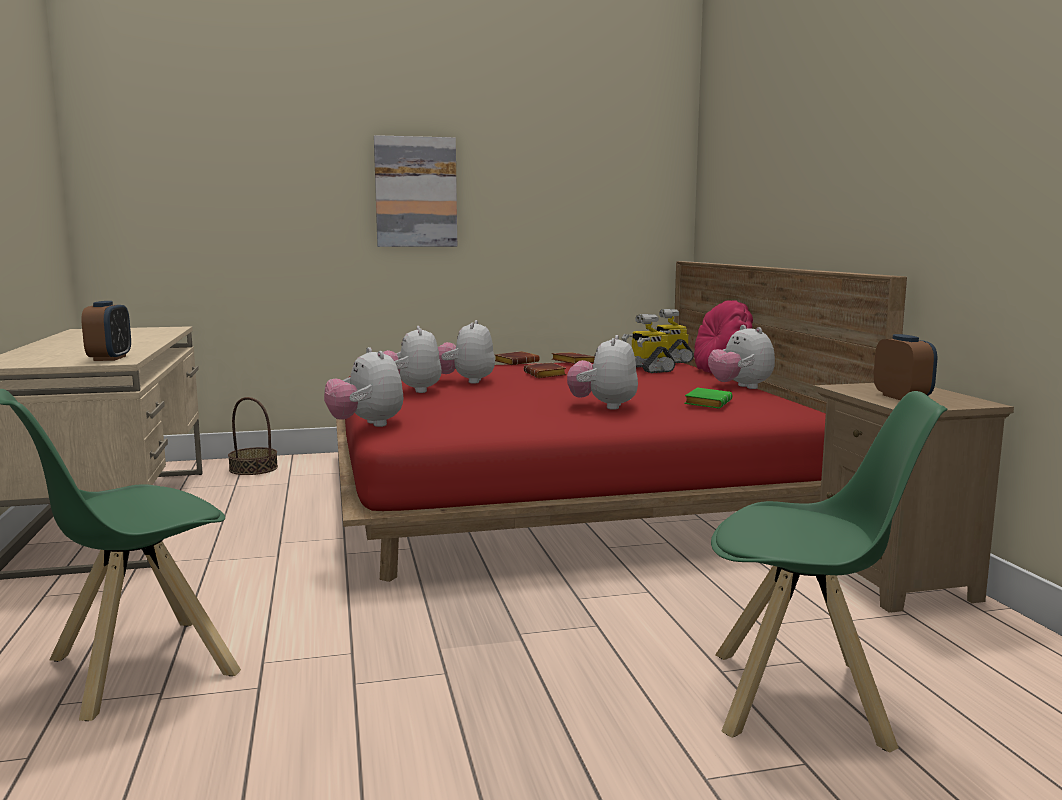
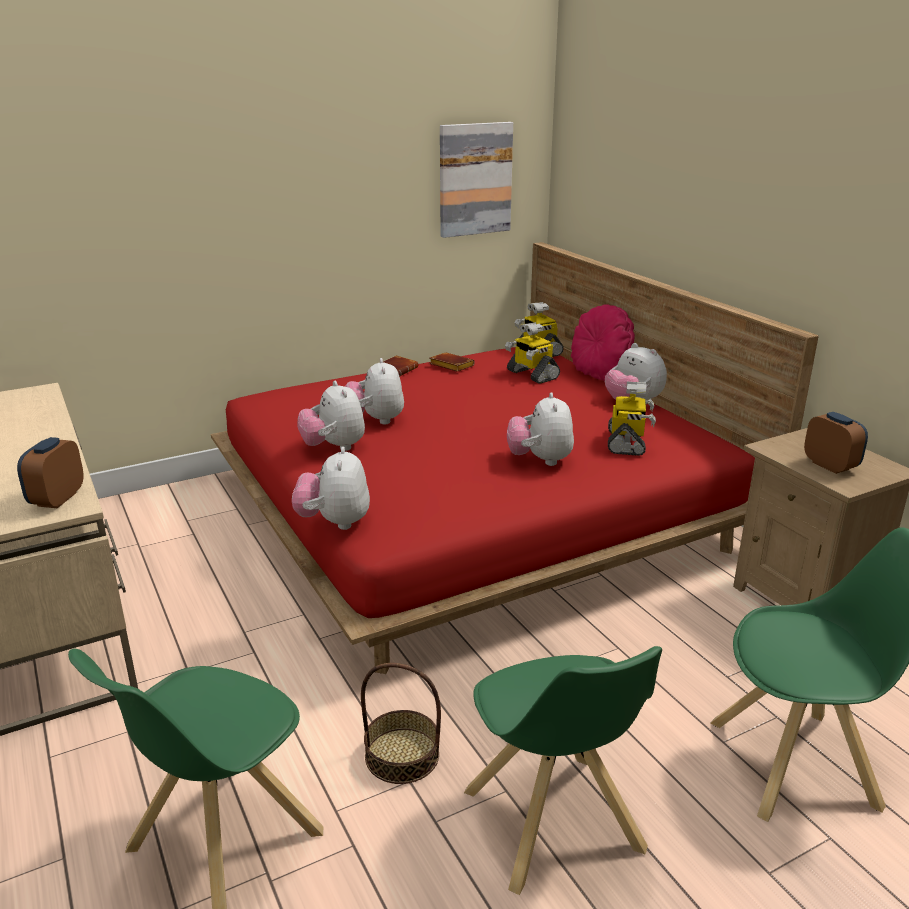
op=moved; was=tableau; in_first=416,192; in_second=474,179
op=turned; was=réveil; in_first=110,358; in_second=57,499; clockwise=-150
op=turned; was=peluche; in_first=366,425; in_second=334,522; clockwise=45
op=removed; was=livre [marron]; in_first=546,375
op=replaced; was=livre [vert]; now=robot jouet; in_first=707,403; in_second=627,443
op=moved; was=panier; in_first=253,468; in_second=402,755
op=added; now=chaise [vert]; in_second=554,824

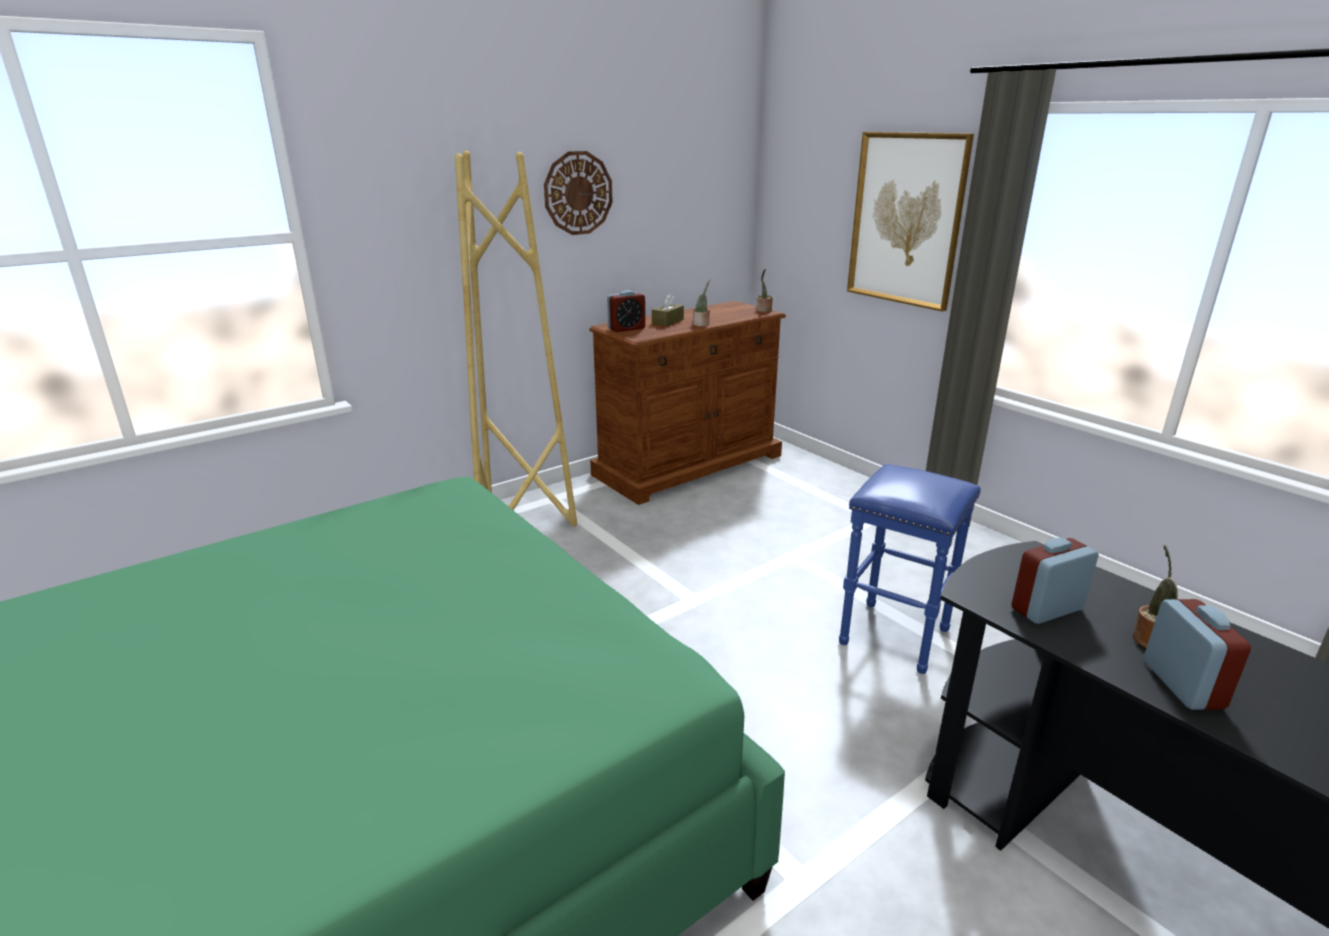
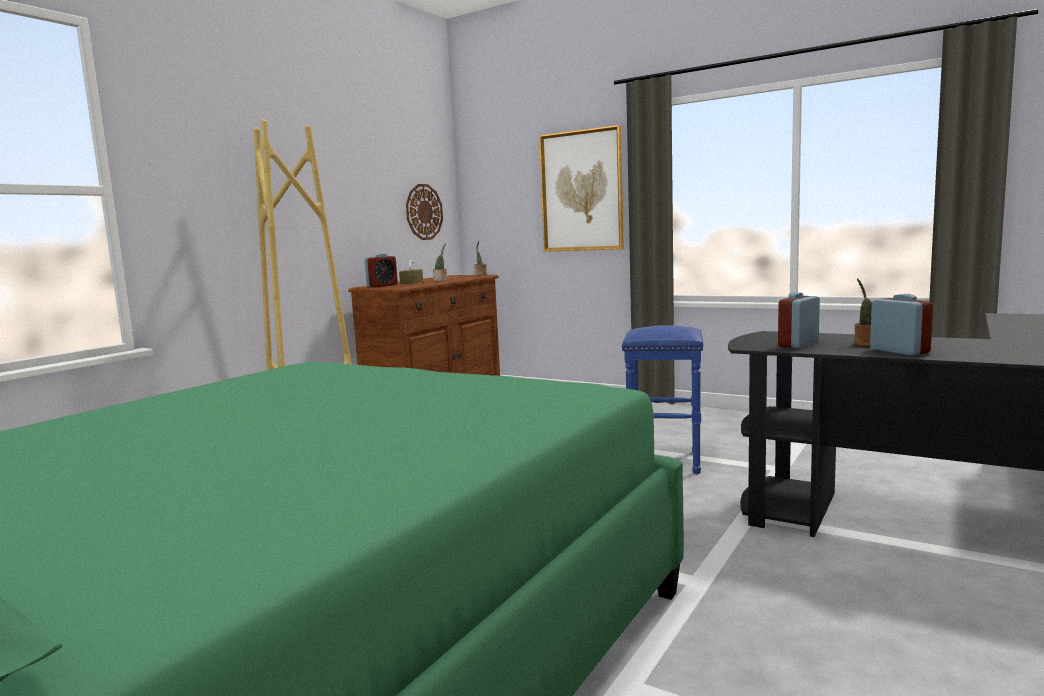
op=moved; was=horloge murale; in_first=578,193; in_second=424,212

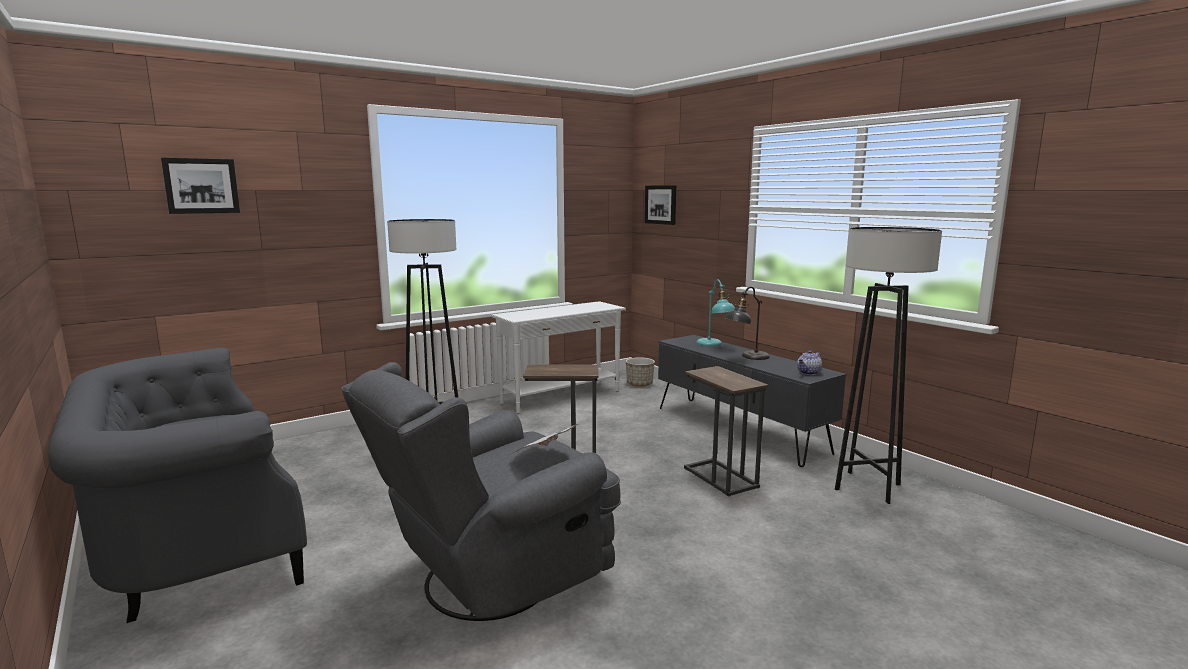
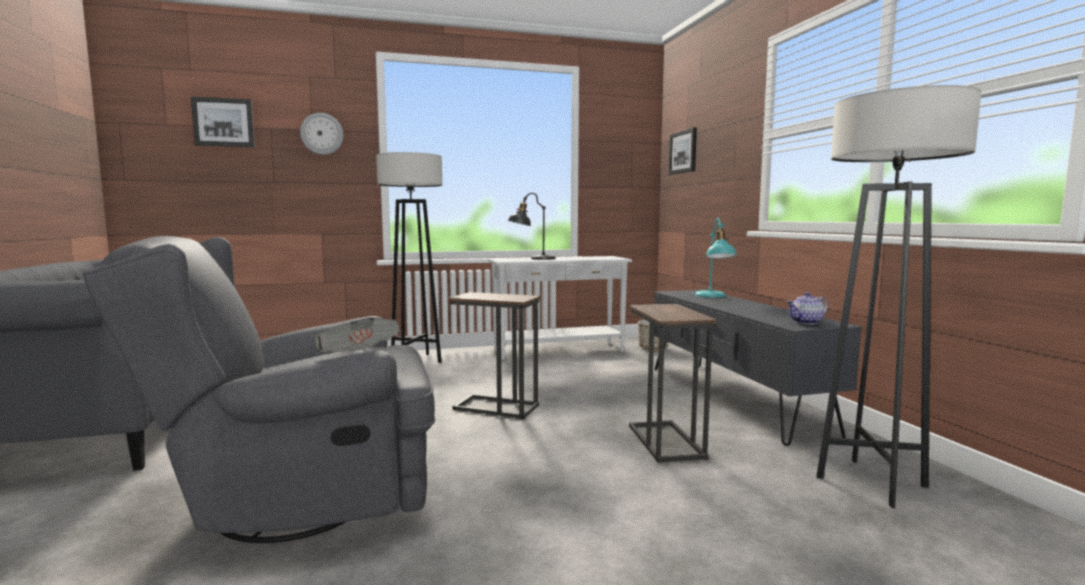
op=moved; was=lampe de table [gris]; in_first=747,358; in_second=532,259
op=added; now=horloge murale; in_second=322,134

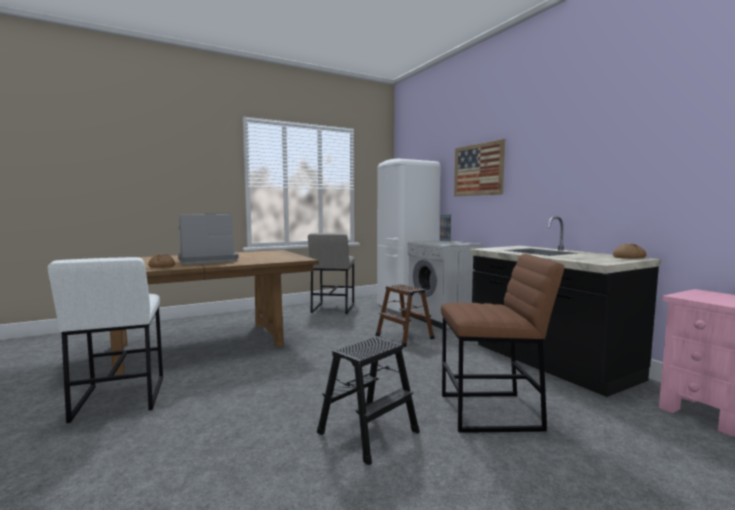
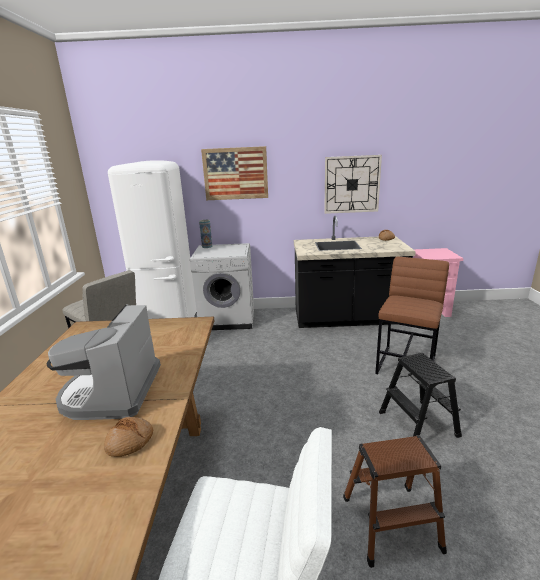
op=moved; was=escabeau [marron]; in_first=404,337; in_second=390,522
op=added; now=horloge murale; in_second=352,184

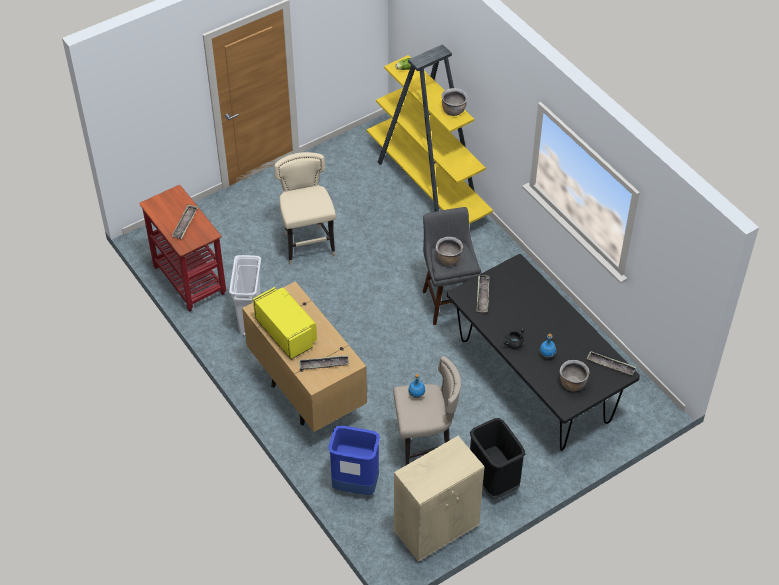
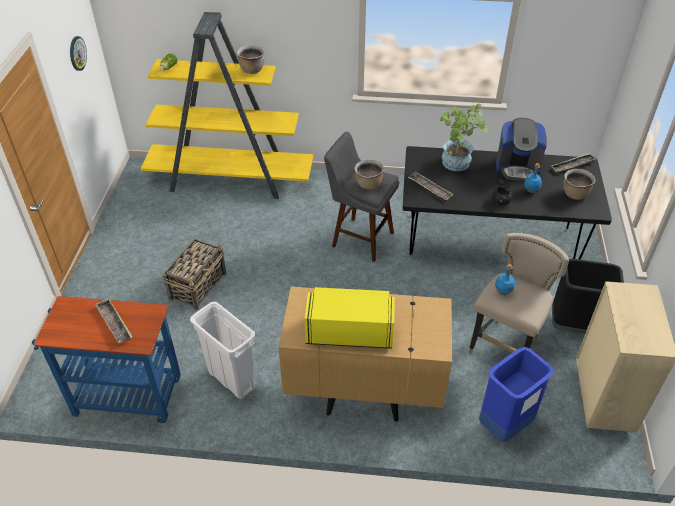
op=replaced; was=tabouret [beige]; now=panier; in_first=308,246; in_second=198,285
op=recoloured; was=chariot [rouge]; now=chariot [bleu]; in_first=188,280; in_second=126,397
op=removed; was=plateau; in_first=324,364
op=added; now=horloge murale; in_second=77,53
op=added; now=plante en pot; in_second=456,165
op=added; now=machine à café; in_second=517,167

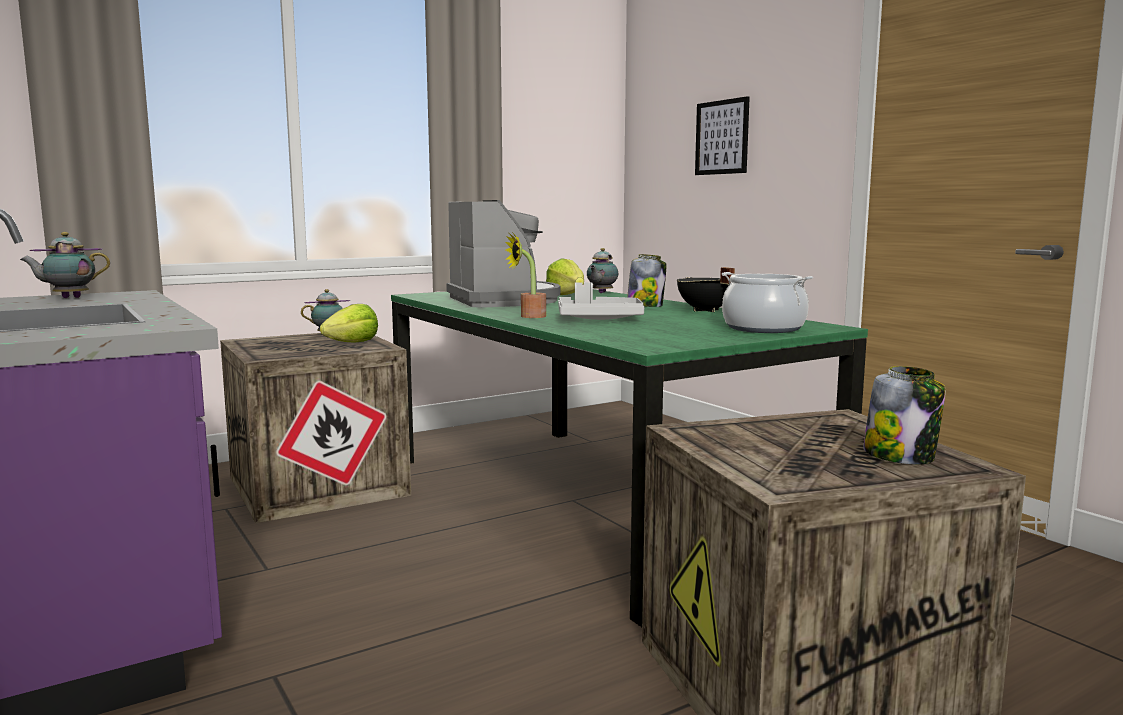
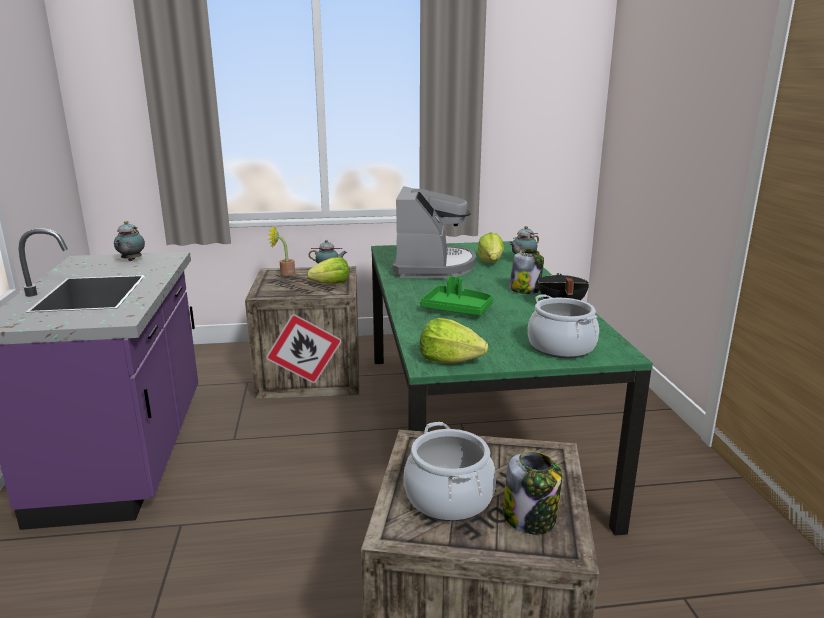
op=removed; was=tableau; in_first=722,137
op=turned; was=théière; in_first=68,298; in_second=131,260; clockwise=-90
op=moved; was=plante en pot; in_first=528,316; in_second=284,273
op=recoloured; was=plateau [gris]; now=plateau [vert]; in_first=598,319; in_second=457,309
op=added; now=laitue; in_second=449,360
op=added; now=marmite; in_second=449,498

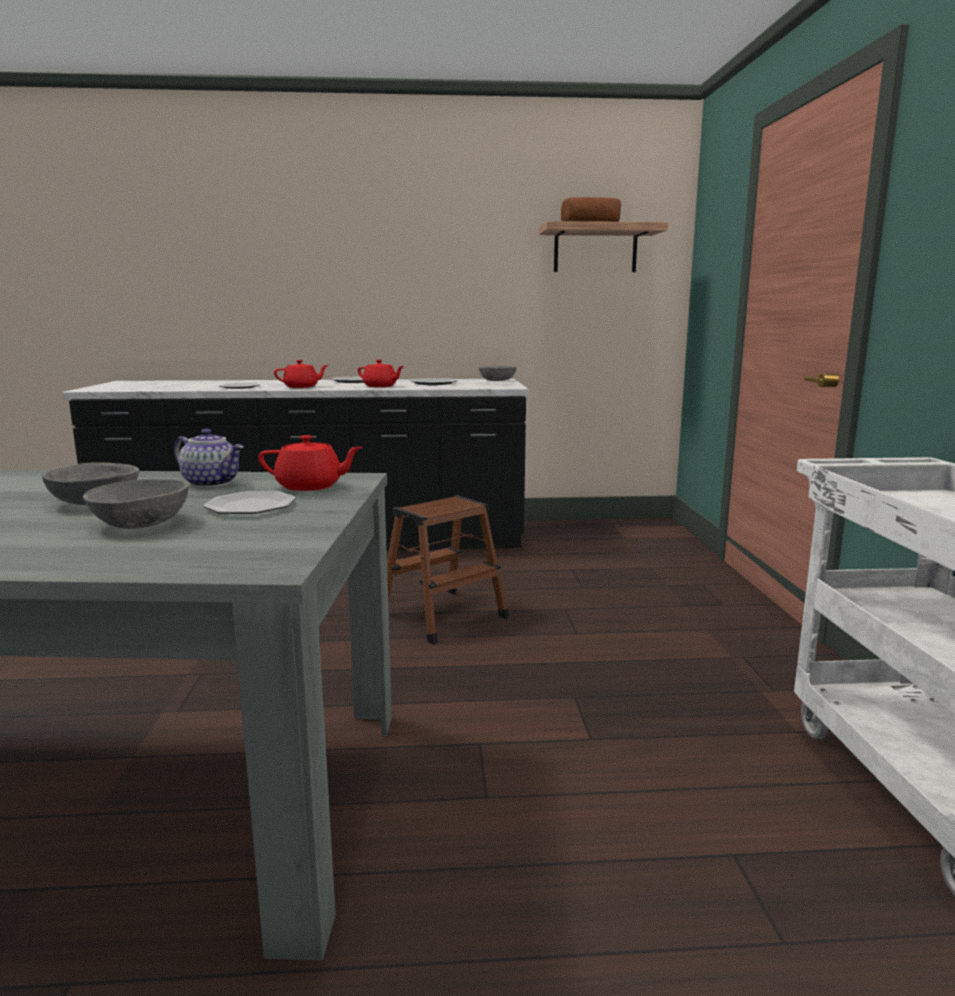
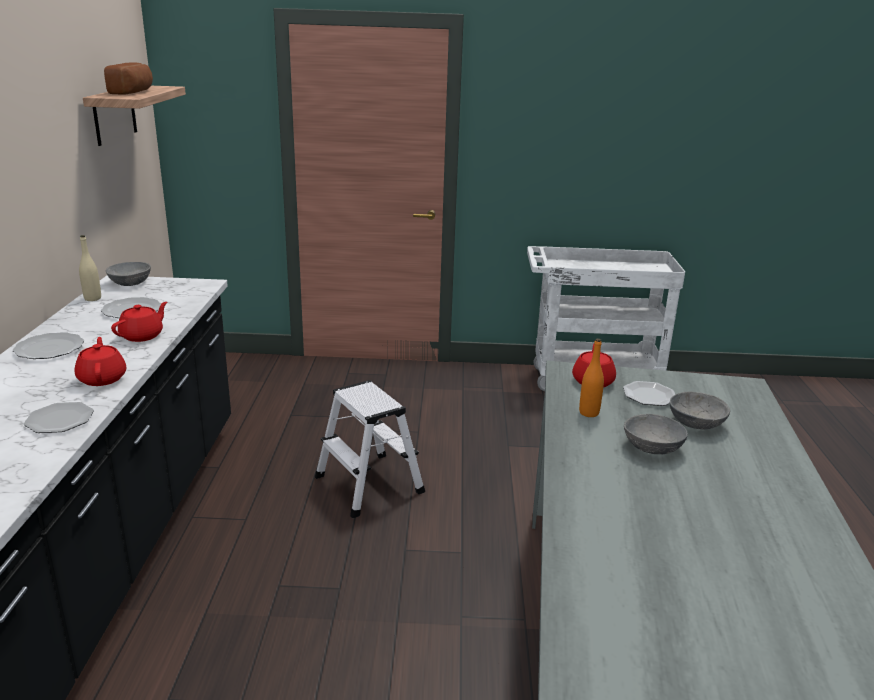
op=replaced; was=théière; now=bouteille [orange]; in_first=212,483; in_second=589,413
op=recoloured; was=escabeau [marron]; now=escabeau [blanc]; in_first=442,615; in_second=369,484
op=added; now=bouteille [beige]; in_second=92,298

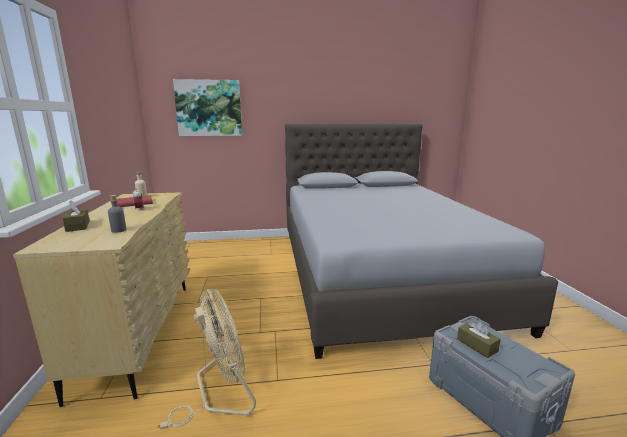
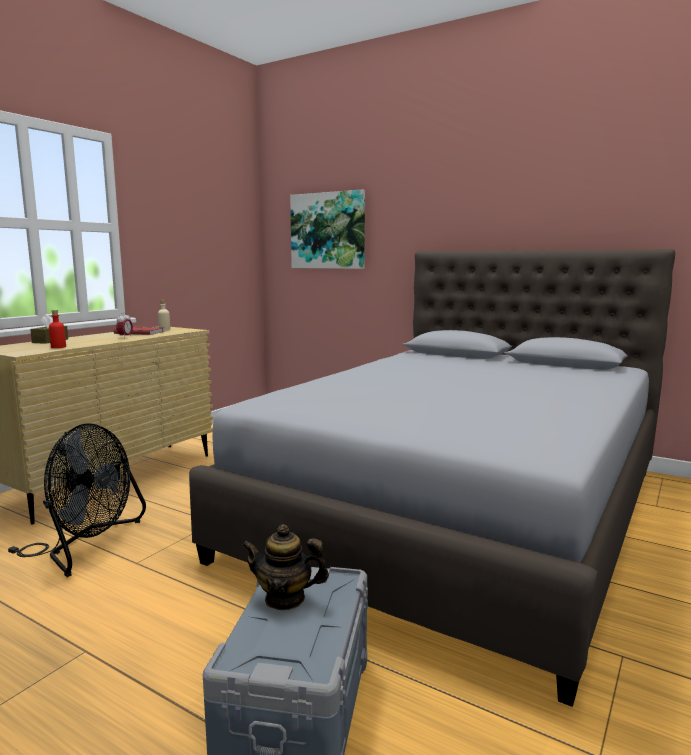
op=recoloured; was=bouteille [gris]; now=bouteille [rouge]; in_first=118,230; in_second=58,347
op=recoloured; was=ventilateur [beige]; now=ventilateur [noir]; in_first=217,390; in_second=83,546
op=replaced; was=boîte à mouchoirs [marron]; now=théière; in_first=477,345; in_second=285,598

